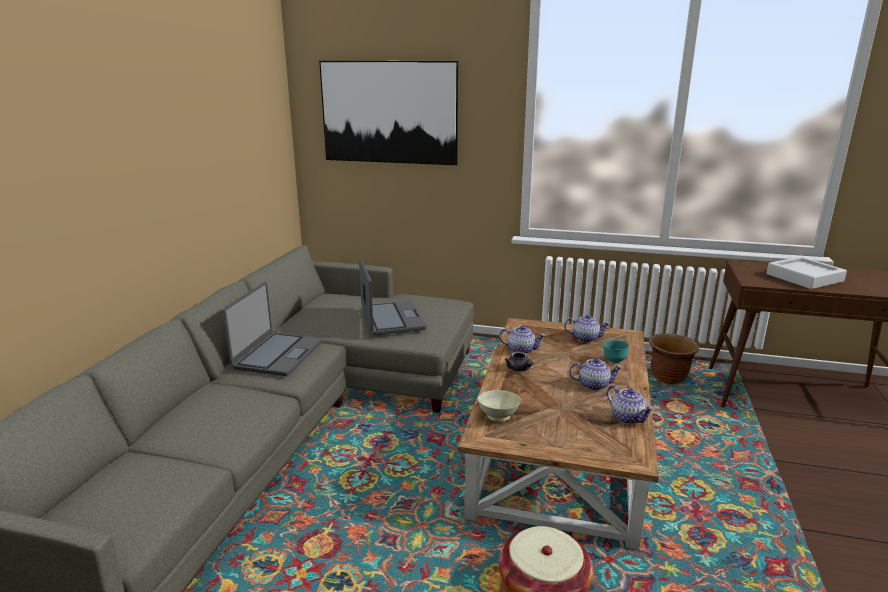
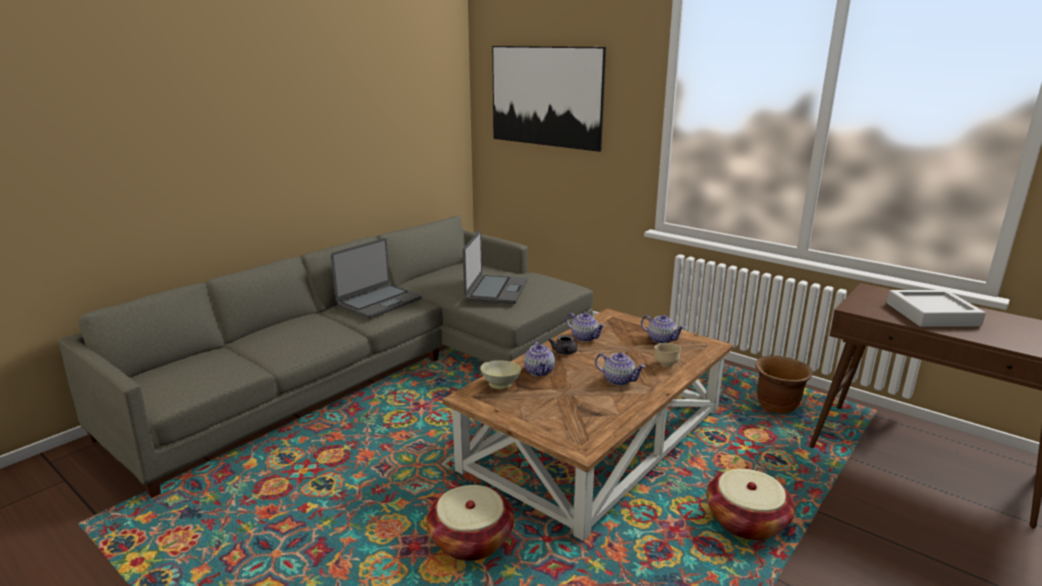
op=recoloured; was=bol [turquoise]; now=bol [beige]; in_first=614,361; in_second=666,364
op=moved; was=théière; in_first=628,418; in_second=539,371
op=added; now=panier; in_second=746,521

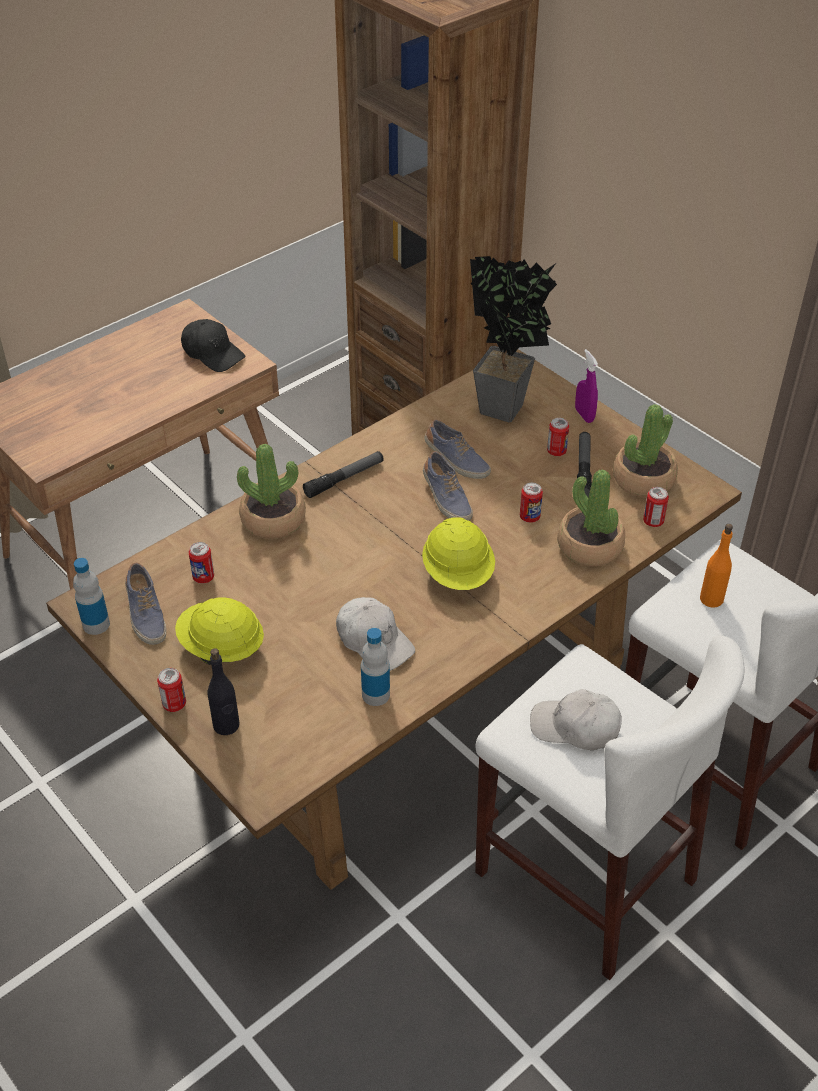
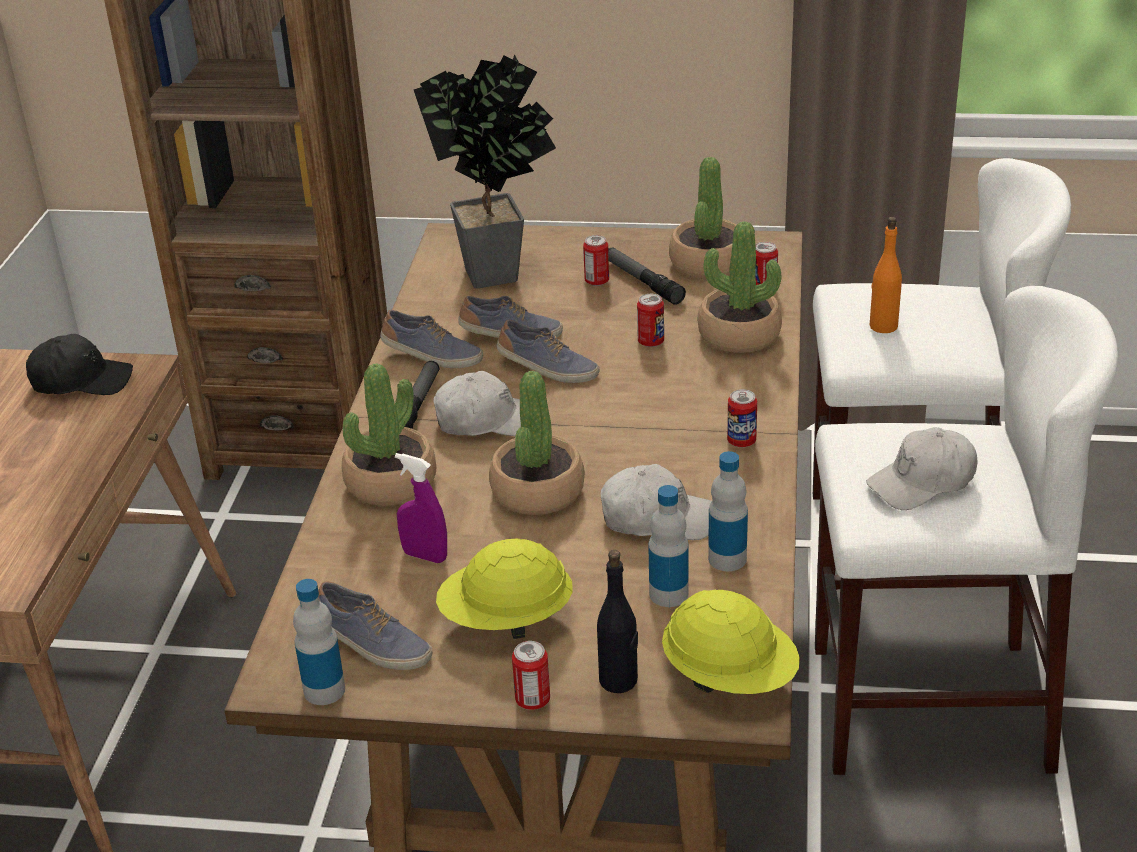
op=moved; was=vaporisateur [violet]; in_first=584,415; in_second=425,556
op=moved; was=casque de chantier [jaune]; in_first=458,574; in_second=730,677
op=moved; was=boîte métallique; in_first=203,577; in_second=741,441
op=added; now=chaussure; in_second=432,357
op=added; now=casquette [blanc]; in_second=487,421
op=added; now=plante en pot; in_second=537,491
op=added; now=bouteille; in_second=668,594

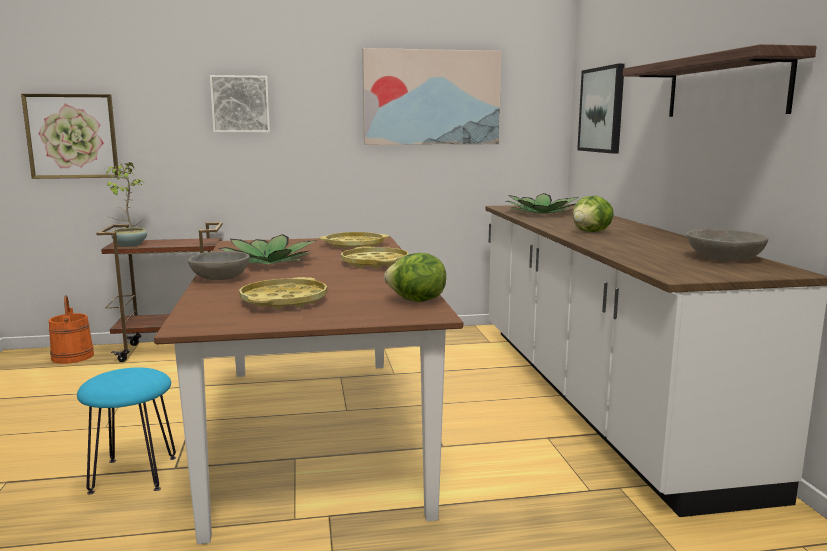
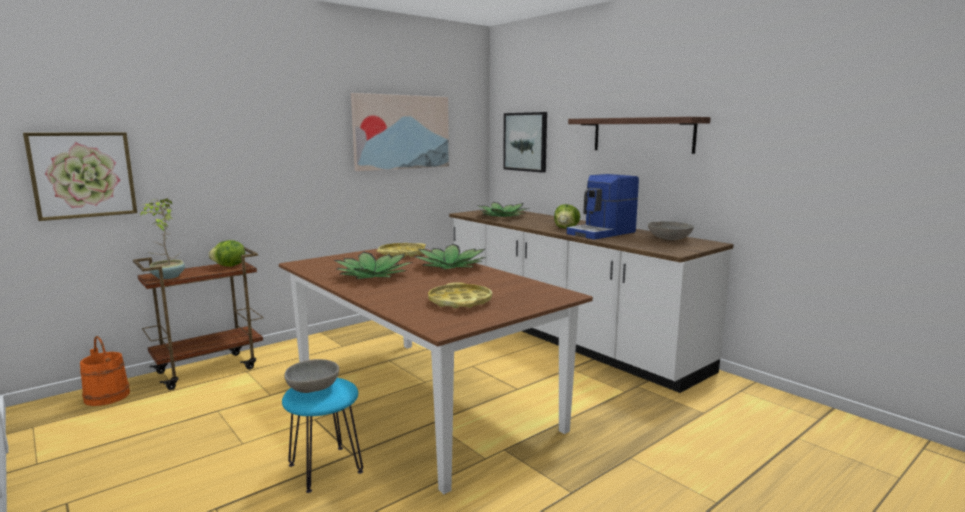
op=removed; was=tableau; in_first=240,104
op=replaced; was=plateau [jaune]; now=plante en pot; in_first=375,263; in_second=451,266
op=moved; was=bol [gris]; in_first=219,279; in_second=312,389
op=moved; was=laitue; in_first=416,301; in_second=229,266
op=added; now=machine à café; in_second=602,233

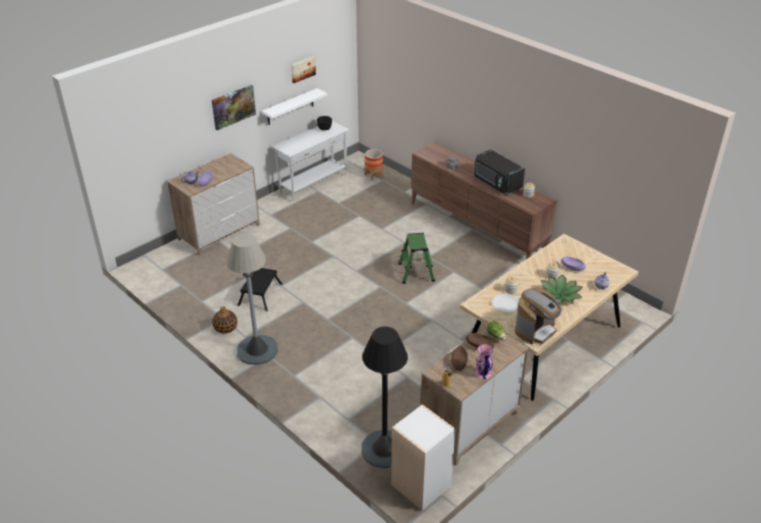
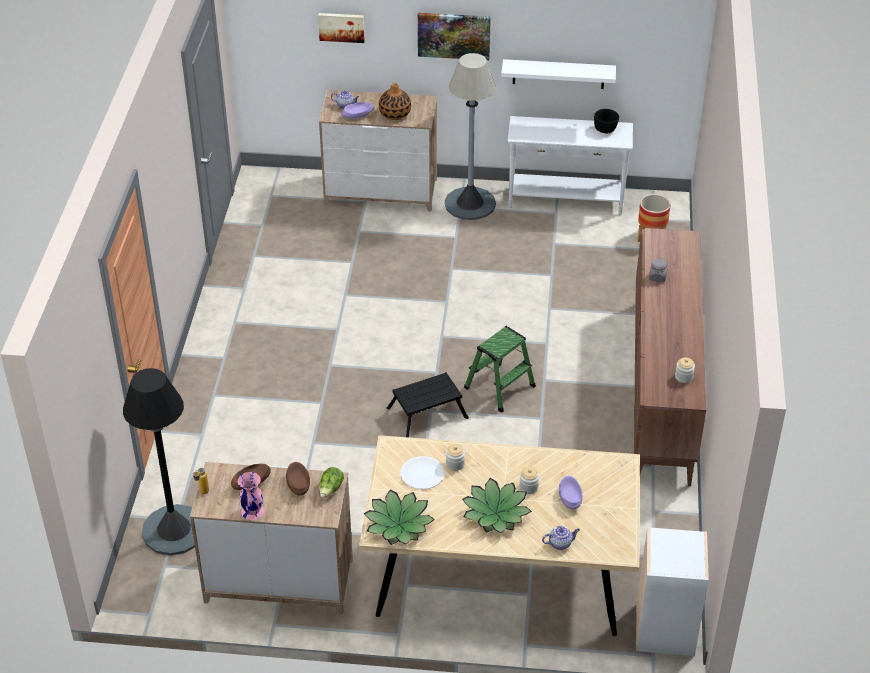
op=moved; was=tableau; in_first=302,69; in_second=341,27
op=removed; was=micro-ondes [noir]; in_first=496,183
op=moved; was=lampadaire [gris]; in_first=257,350; in_second=470,204
op=moved; was=escabeau [noir]; in_first=260,294; in_second=427,412
op=replaced; was=machine à café; now=plante en pot; in_first=535,330; in_second=399,524
op=moved; was=vase; in_first=225,328; in_second=395,114
op=moved; was=bibliothèque; in_first=420,485; in_second=664,629

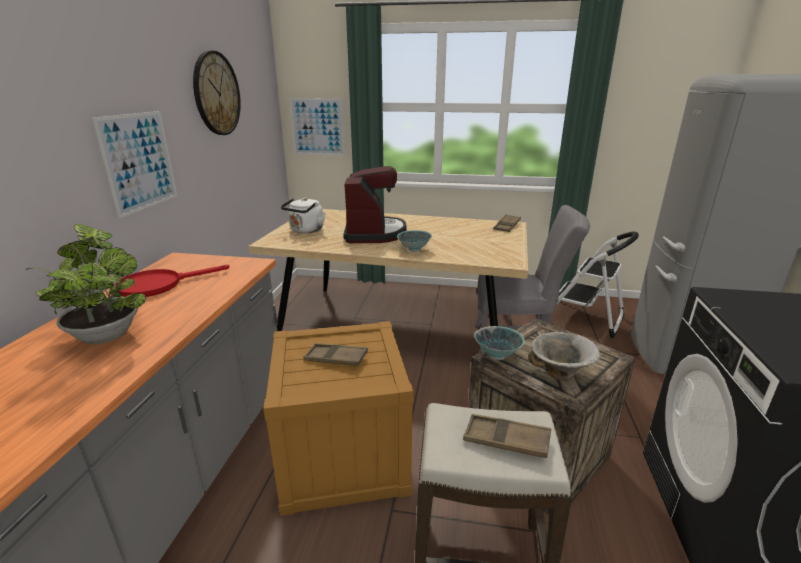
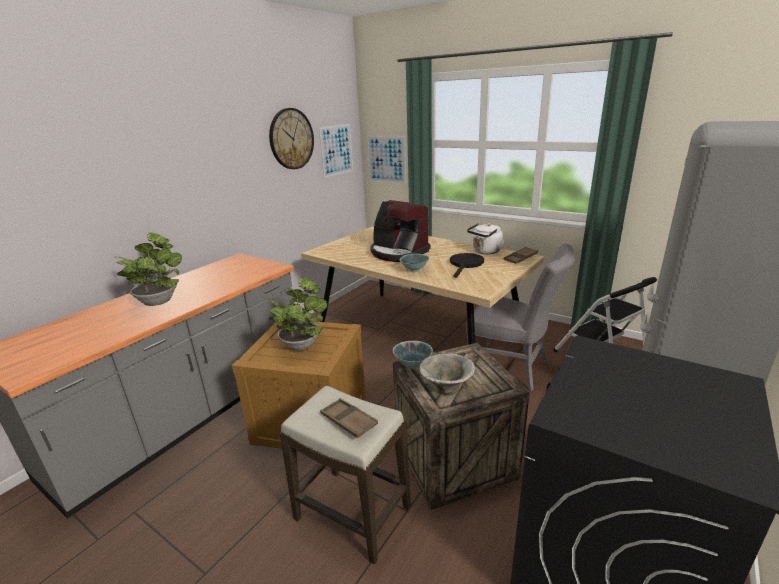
op=moved; was=tableau; in_first=139,161; in_second=336,150
op=turned; was=machine à café; in_first=374,233; in_second=398,252; clockwise=105
op=moved; was=bouilloire [blanc]; in_first=305,231; in_second=485,252
op=removed; was=poêle [rouge]; in_first=159,285
op=replaced; was=plateau [marron]; now=plante en pot; in_first=336,358; in_second=302,344
op=added; now=poêle [noir]; in_second=465,265

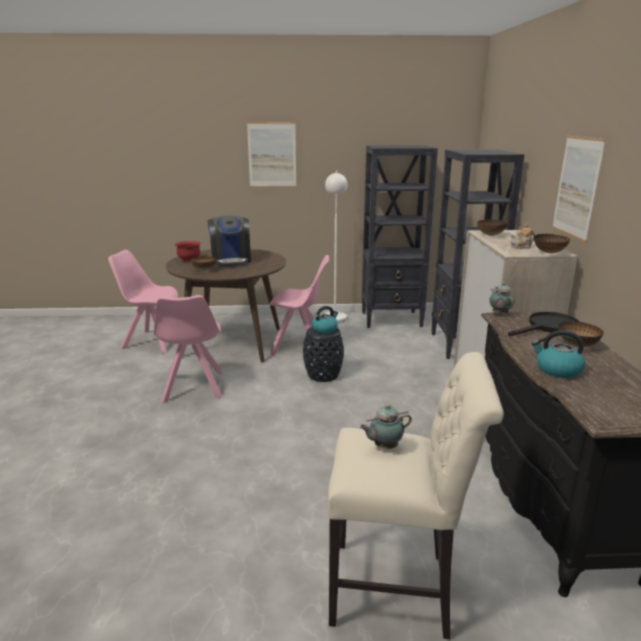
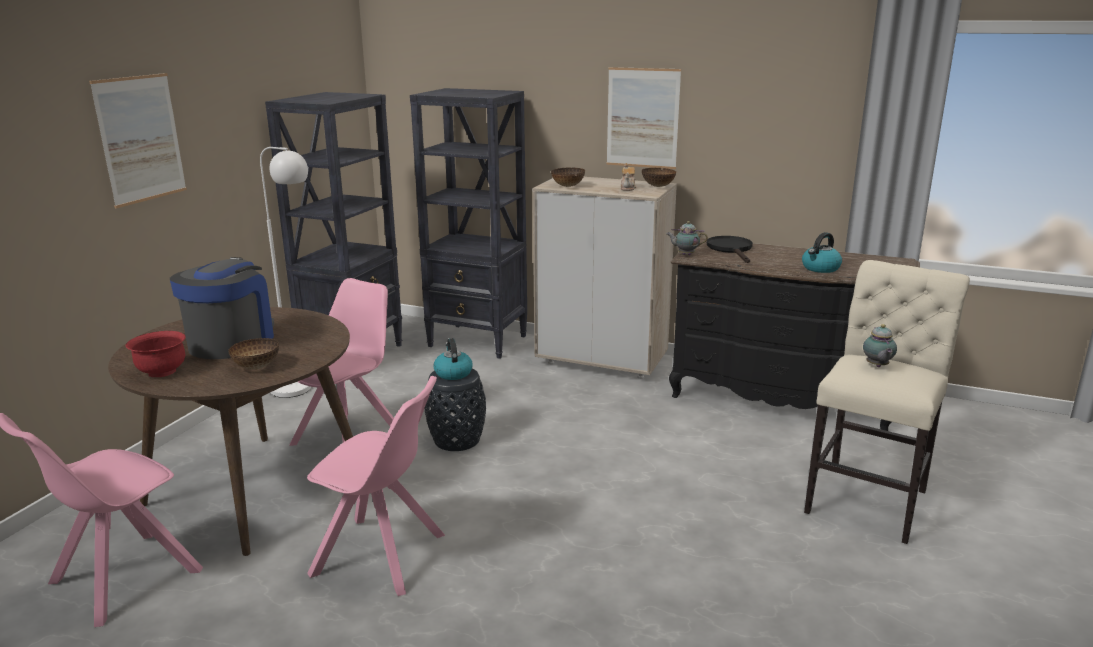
op=turned; was=machine à café; in_first=231,260; in_second=231,341; clockwise=-90
op=removed; was=bol; in_first=578,345

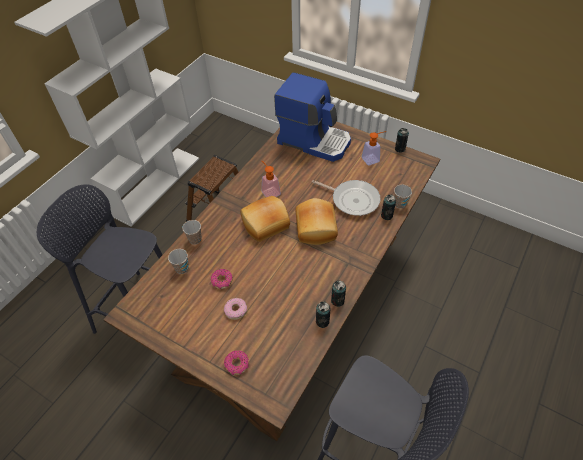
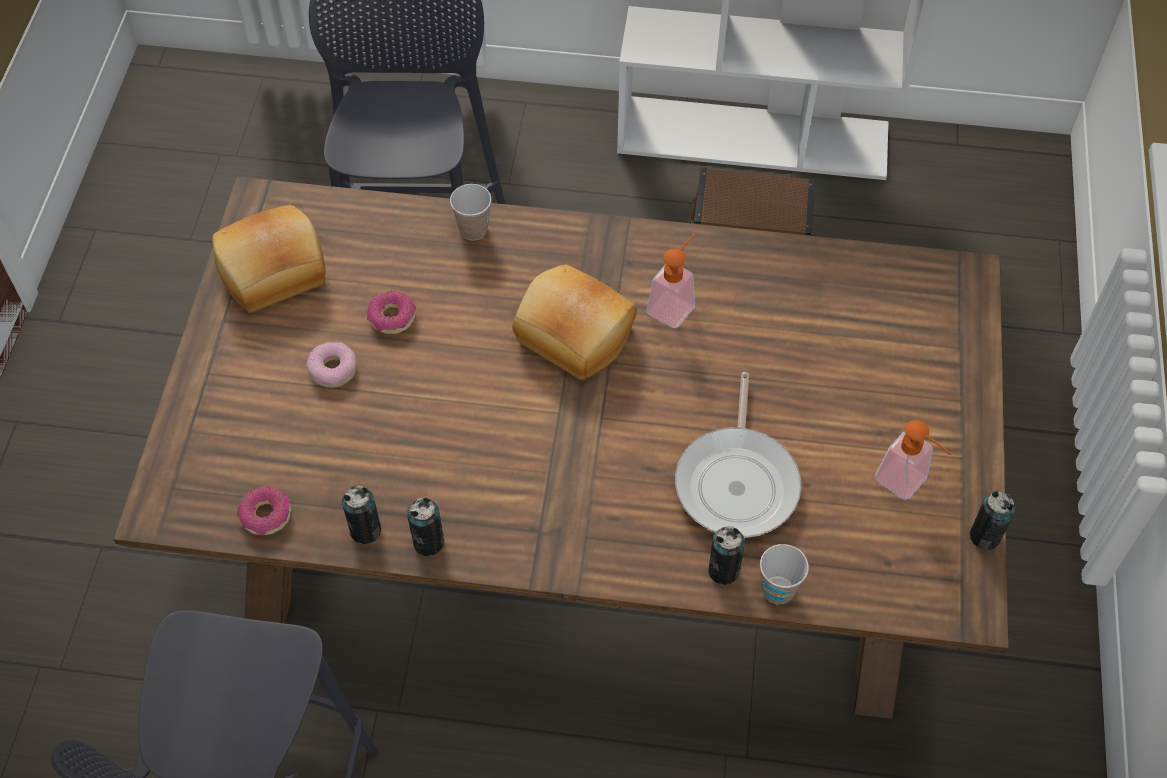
op=removed; was=machine à café; in_first=314,140
op=moved; was=pain; in_first=317,228; in_second=274,273
op=removed; was=tasse; in_first=182,269
op=moved; was=beignet; in_first=237,364; in_second=265,515

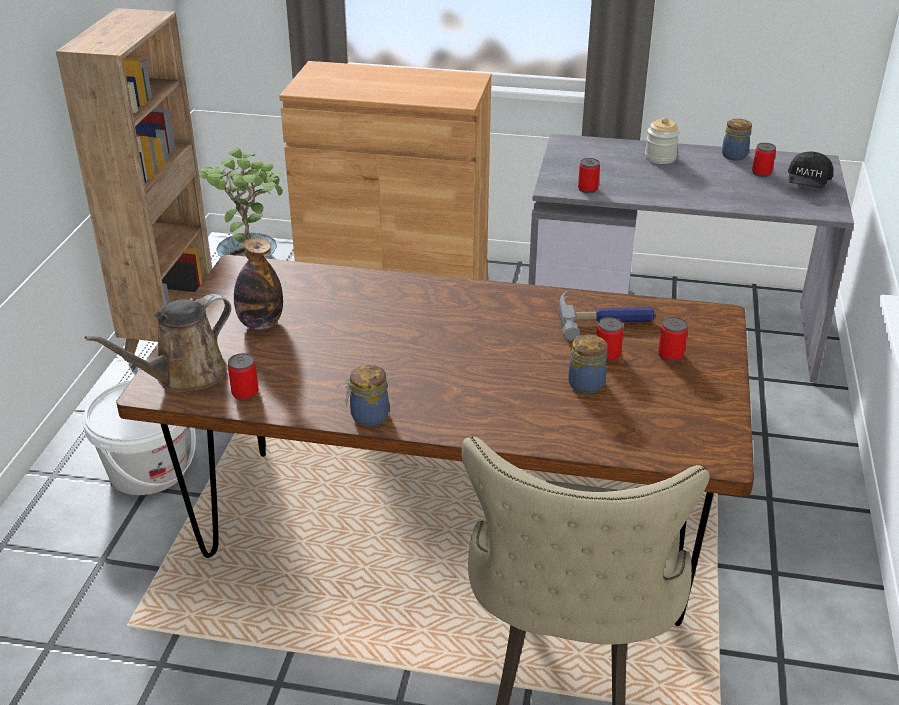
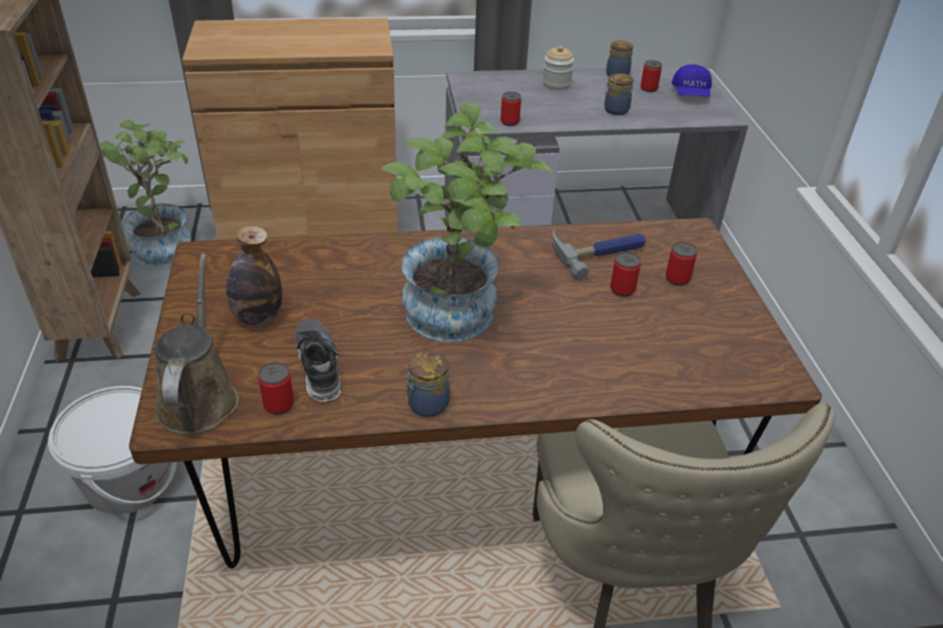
op=recoloured; was=casquette [noir]; now=casquette [bleu]; in_first=807,183; in_second=691,94
op=turned; was=arrosoir [marron]; in_first=184,376; in_second=199,397; clockwise=150
op=moved; was=bocal; in_first=585,383; in_second=615,110
op=added; now=plante en pot; in_second=460,319
op=added; now=chaussure; in_second=318,366

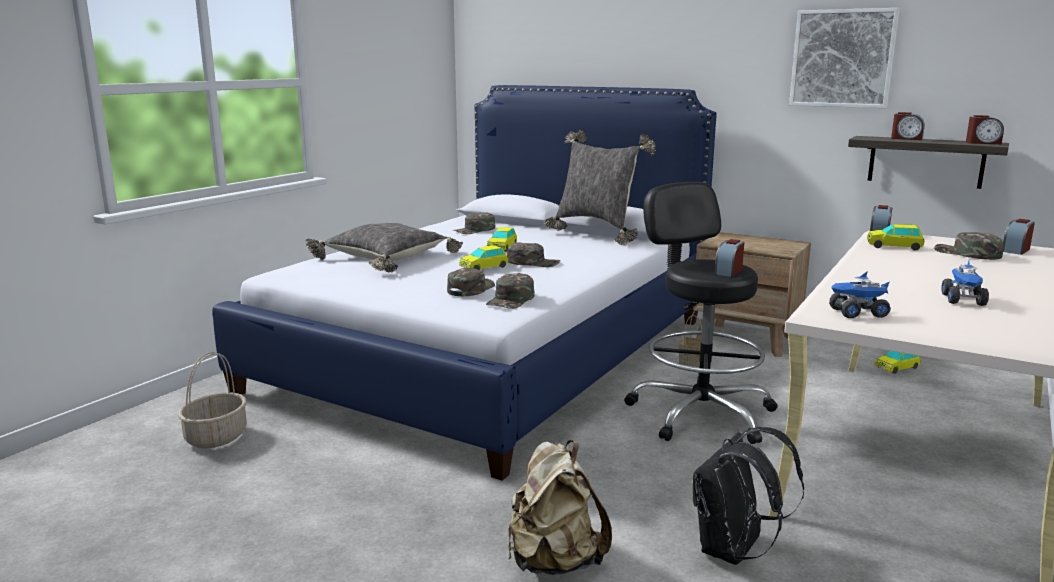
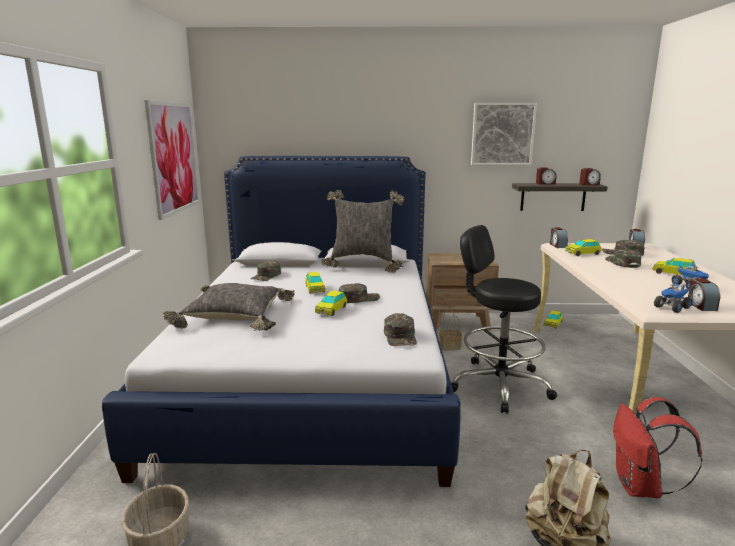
op=moved; was=réveil; in_first=728,271; in_second=700,306
op=moved; was=casquette [vert]; in_first=470,289; in_second=622,263
op=recoloured; was=sac à dos [noir]; now=sac à dos [rouge]; in_first=733,552; in_second=640,487
op=added; now=tableau; in_second=174,157
op=added; now=petite voiture; in_second=673,274

